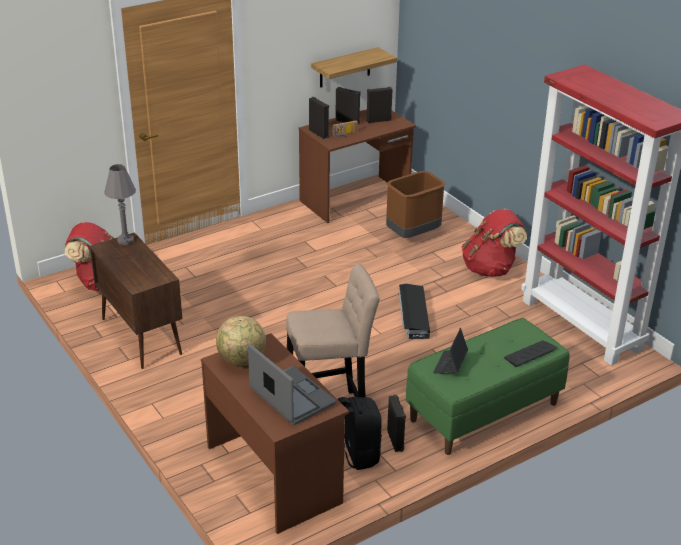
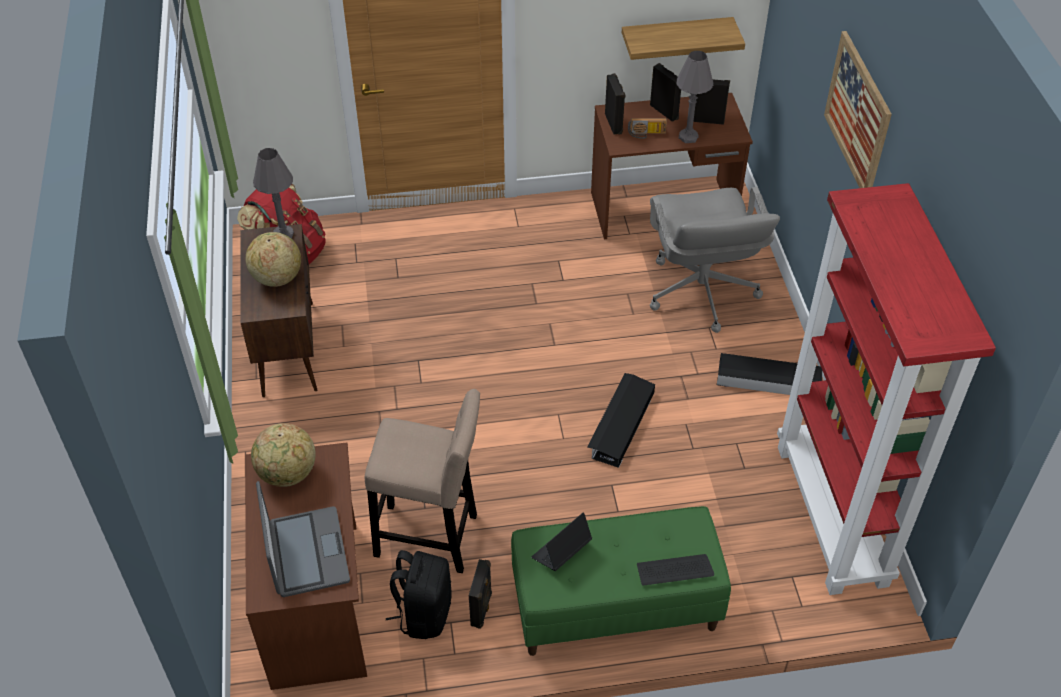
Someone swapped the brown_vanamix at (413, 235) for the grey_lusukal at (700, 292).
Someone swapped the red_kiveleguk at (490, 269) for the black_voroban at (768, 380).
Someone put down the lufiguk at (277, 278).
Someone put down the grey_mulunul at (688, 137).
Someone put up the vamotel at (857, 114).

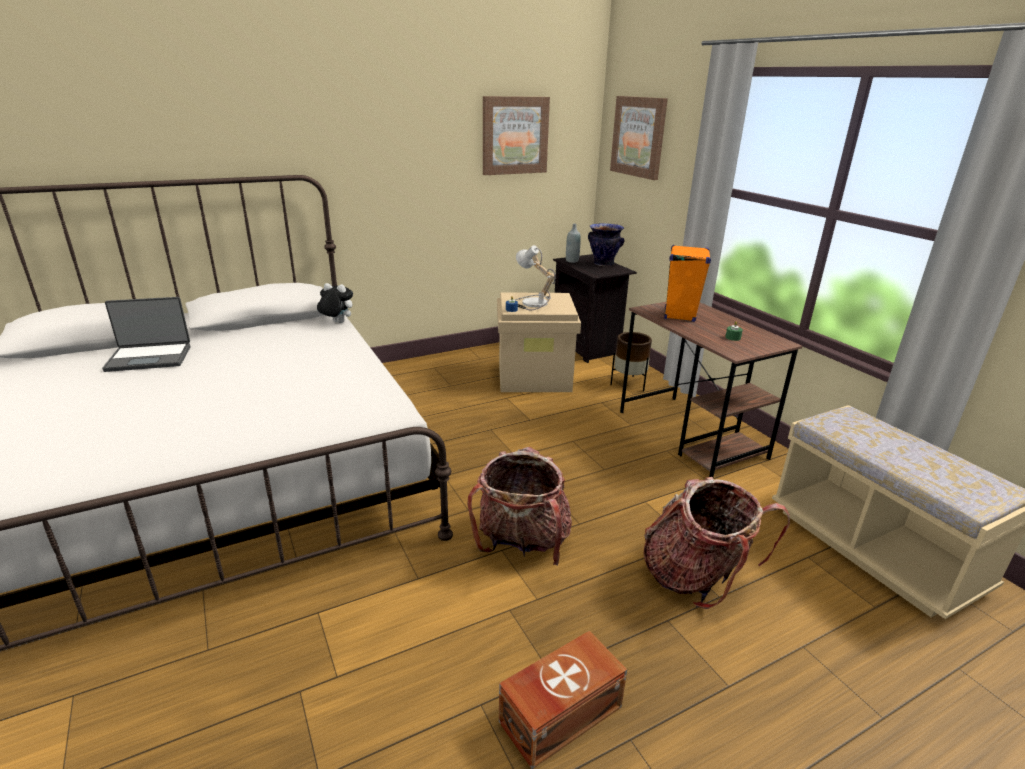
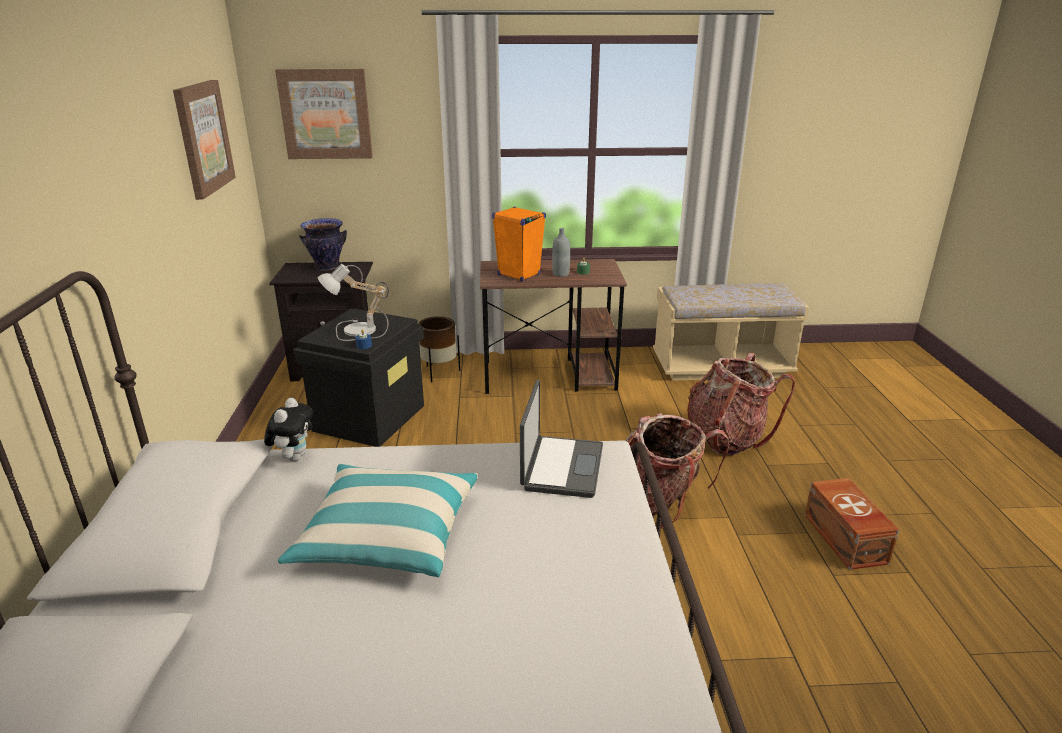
Someone carried the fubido from (150, 358) to (561, 467).
Someone rotated the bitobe at (336, 322) by 150 degrees clockwise.
Someone repainted the beige_voroban at (535, 377), which became the black_voroban at (369, 417).
Someone carried the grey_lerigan from (572, 261) to (560, 274).
Someone put down the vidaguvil at (388, 534).

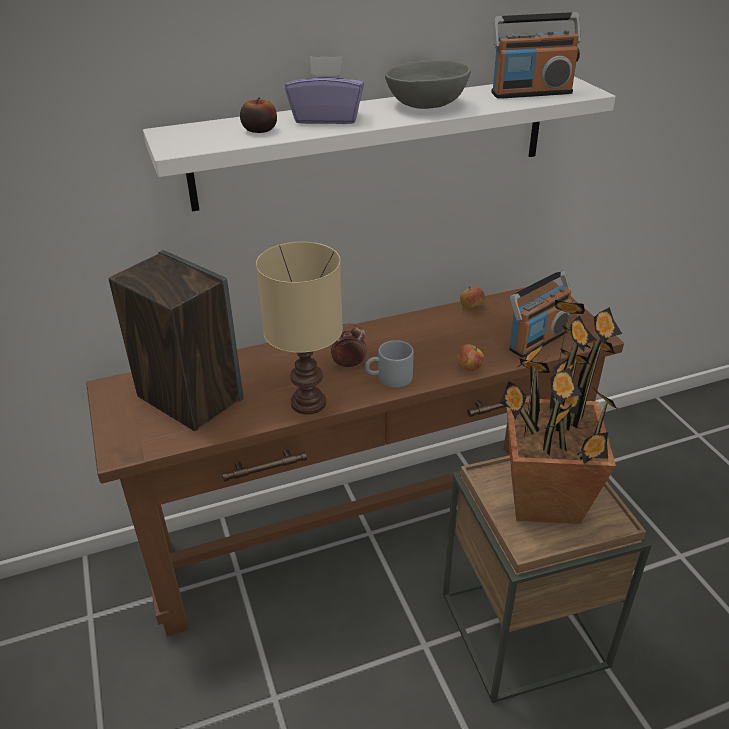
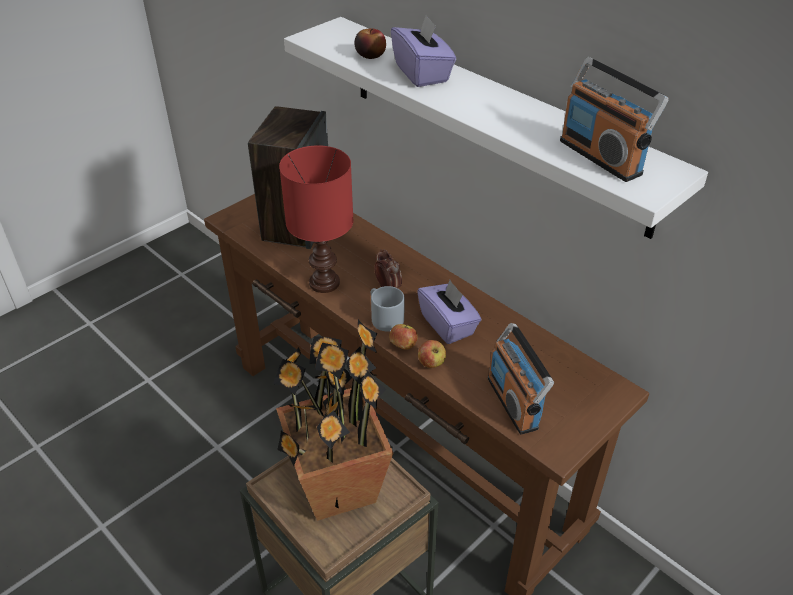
Someone repainted the beige_mulunul at (310, 403), which became the red_mulunul at (325, 283).
Someone took away the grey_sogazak at (428, 105).
Someone carried the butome from (471, 308) to (403, 345).
Someone rotated the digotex at (537, 340) by 45 degrees clockwise.
Someone put down the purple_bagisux at (448, 325).

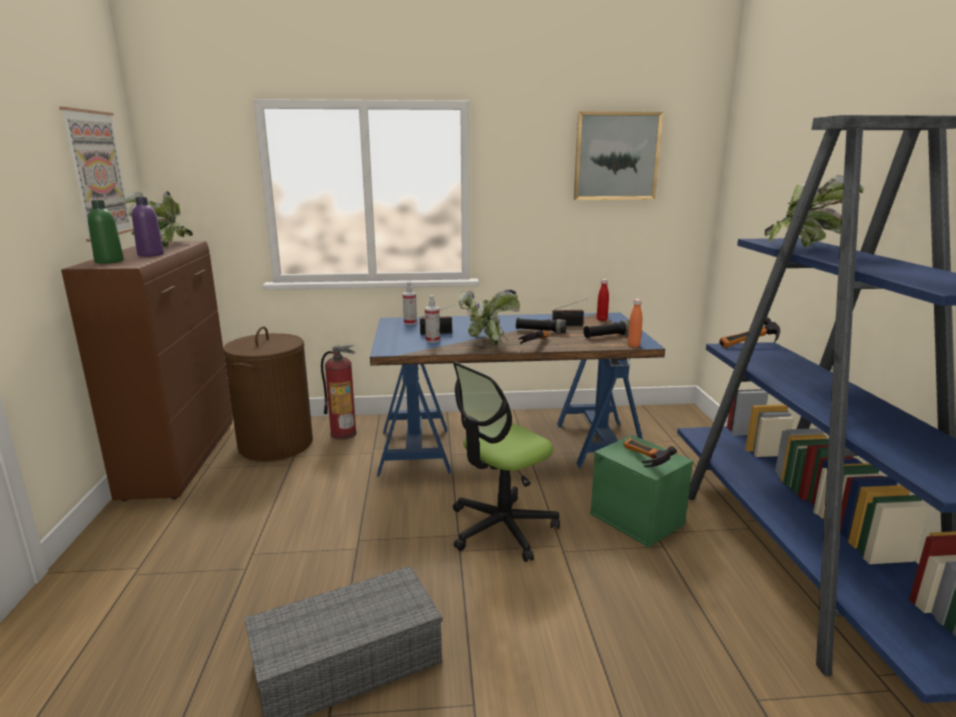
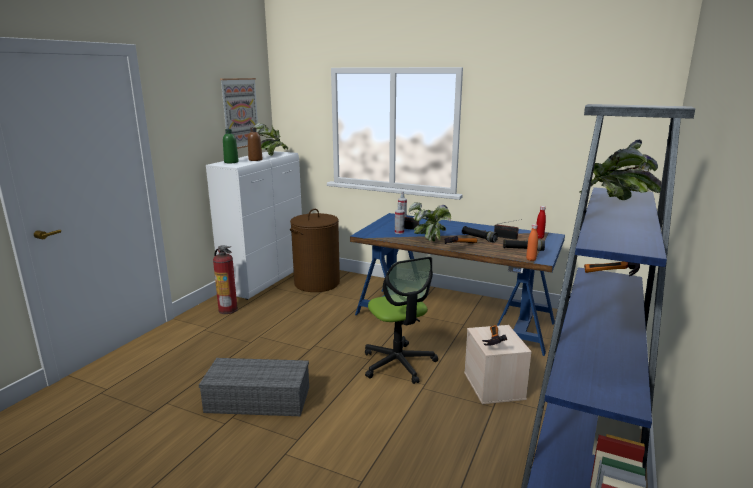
Someone repainted the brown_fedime at (181, 459), which became the white_fedime at (265, 280).
Someone repainted the purple_lerigan at (151, 255), which became the brown_lerigan at (255, 160).
Someone carried the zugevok from (344, 433) to (228, 310).
Someone rotated the lusukal at (501, 528) by 105 degrees counterclockwise.
Someone took away the vamotel at (616, 156).
Someone repainted the green_voroban at (638, 519), which became the beige_voroban at (495, 386).

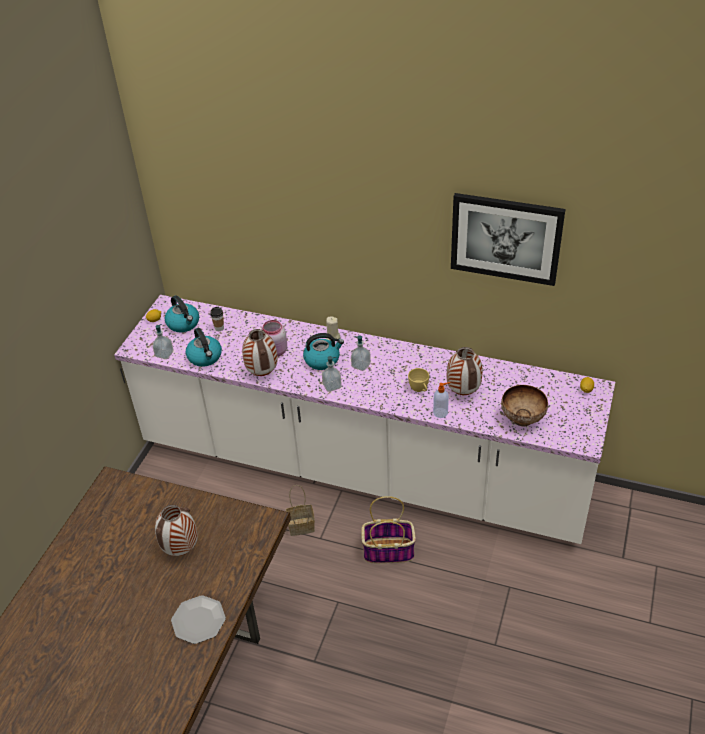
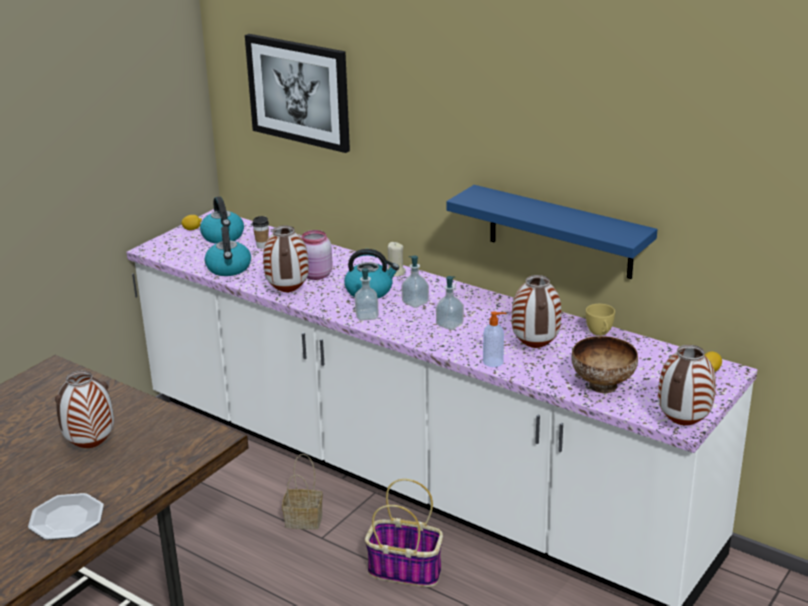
Someone carried the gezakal from (164, 354) to (449, 324).
Someone carried the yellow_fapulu from (419, 389) to (600, 333).
Someone carried the vamotel from (506, 238) to (299, 91).
Someone put up the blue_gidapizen at (560, 232).
Someone put down the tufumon at (682, 423).

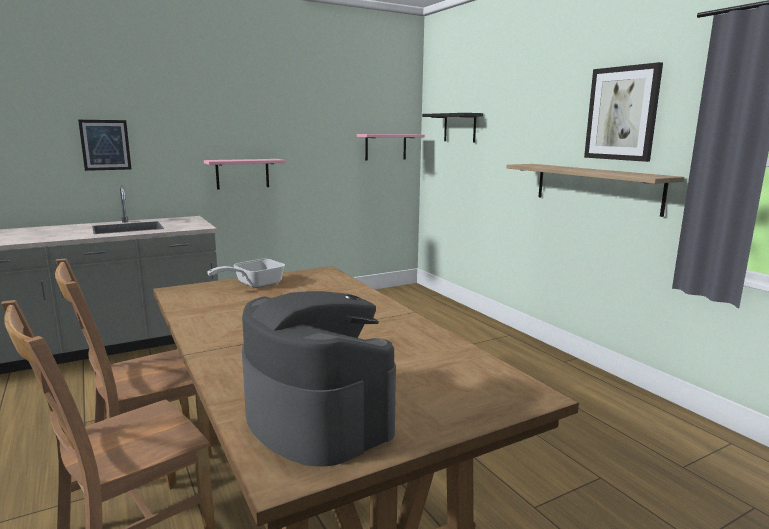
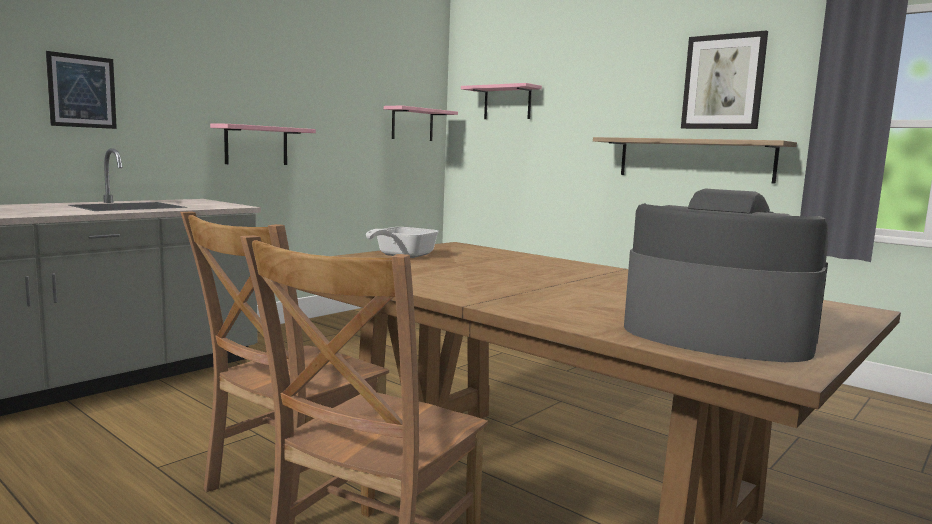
Someone repainted the black_gidapizen at (460, 127), which became the pink_gidapizen at (507, 103).

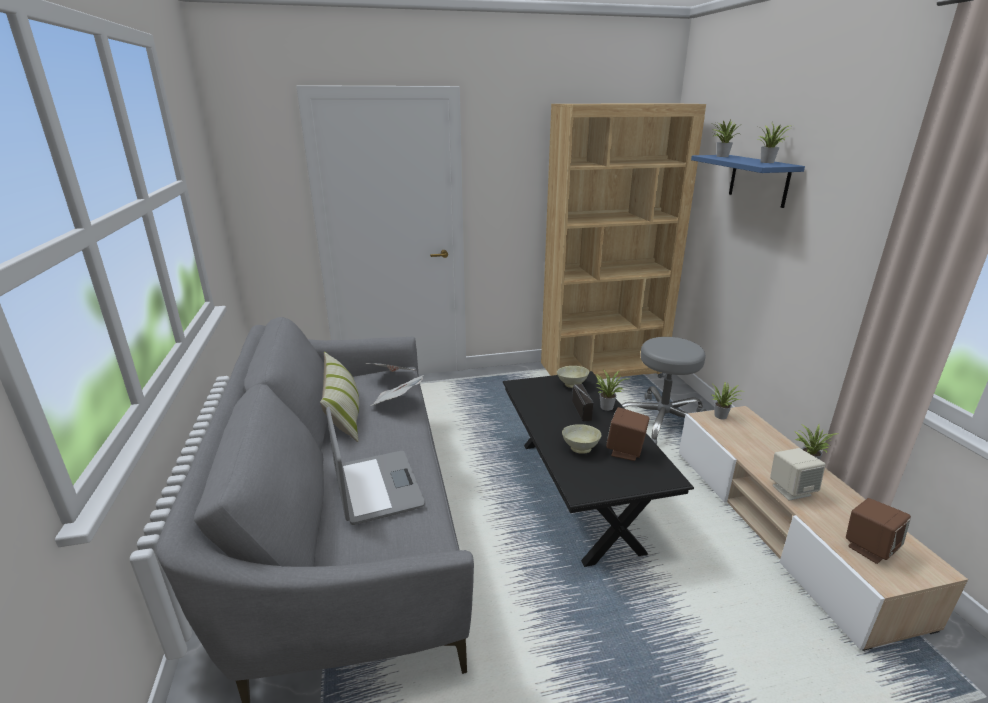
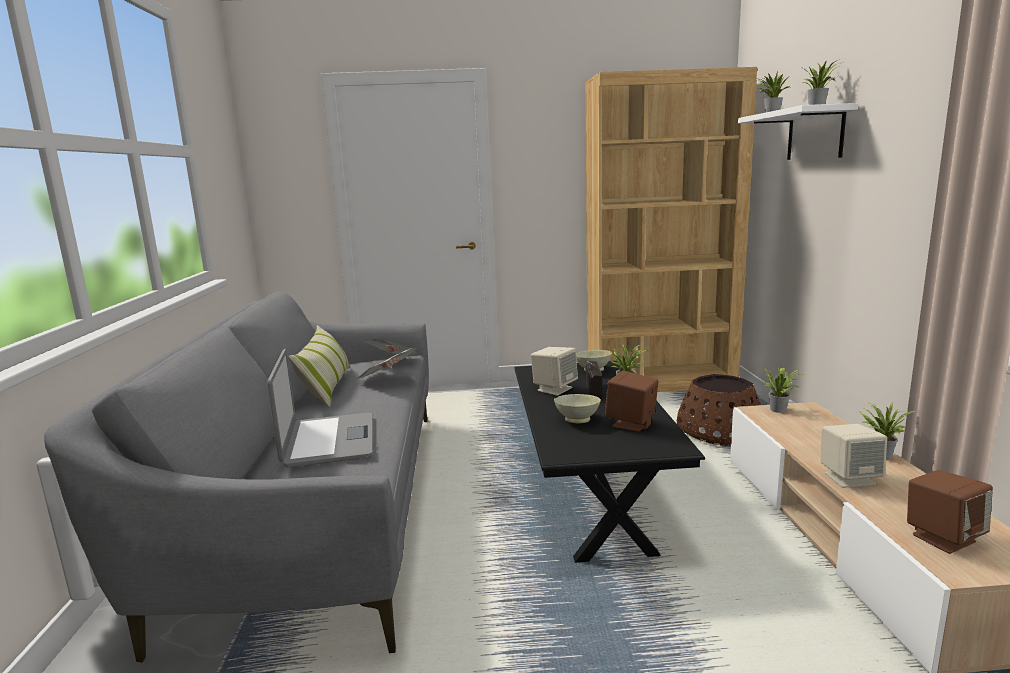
Someone swapped the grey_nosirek at (662, 423) for the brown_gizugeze at (719, 433).
Someone repainted the blue_gidapizen at (759, 180), which became the white_gidapizen at (815, 134).
Someone put down the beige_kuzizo at (554, 389).

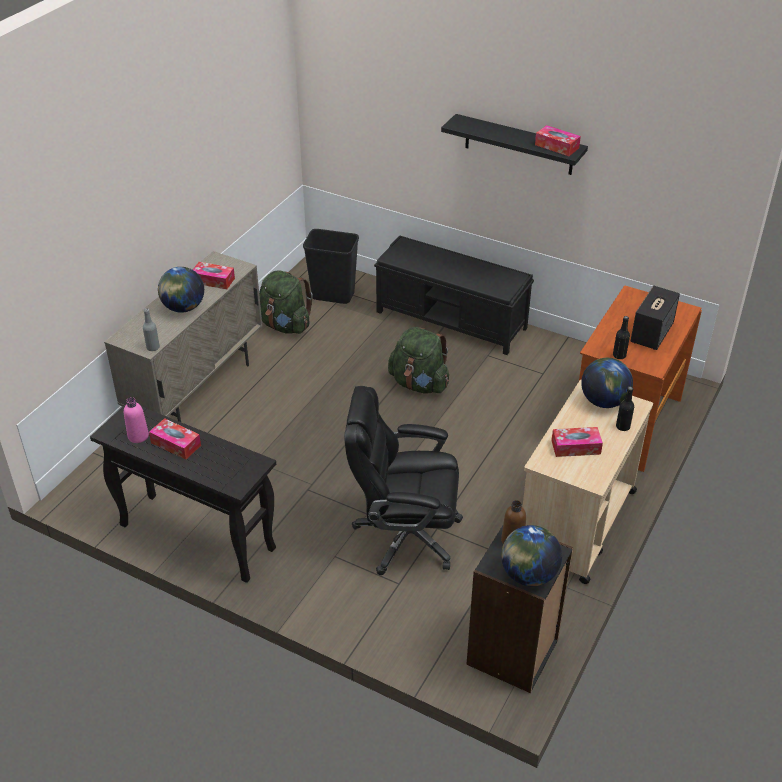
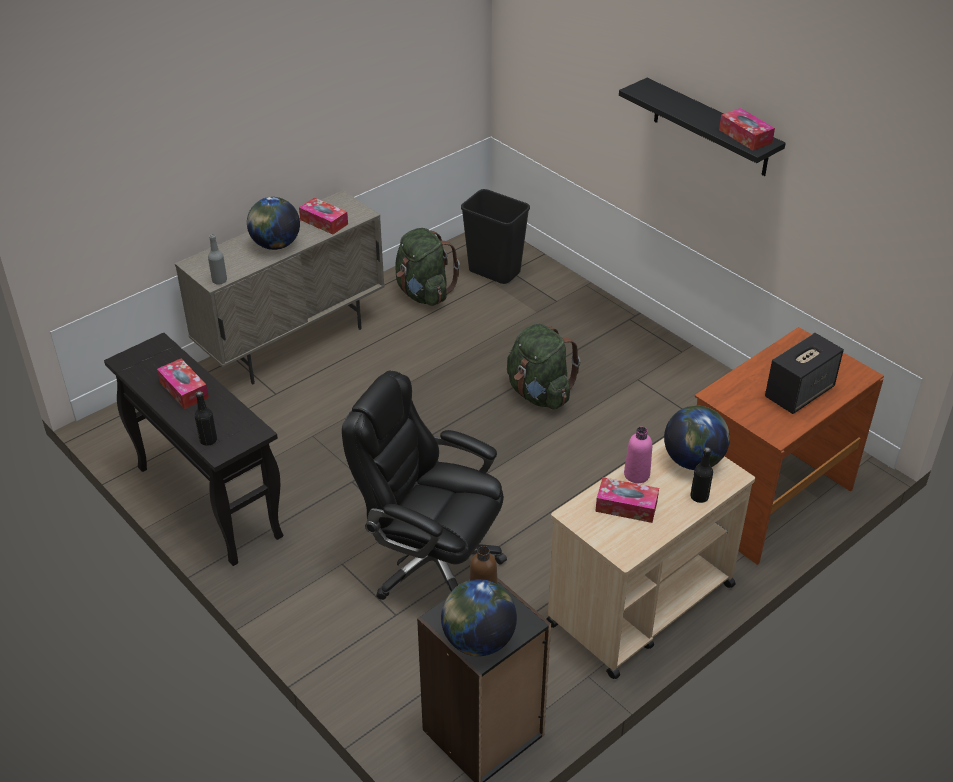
Someone carried the pink_lerigan from (138, 436) to (636, 474).
Someone took away the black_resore at (452, 320).
Someone carried the black_lerigan from (619, 356) to (208, 440).

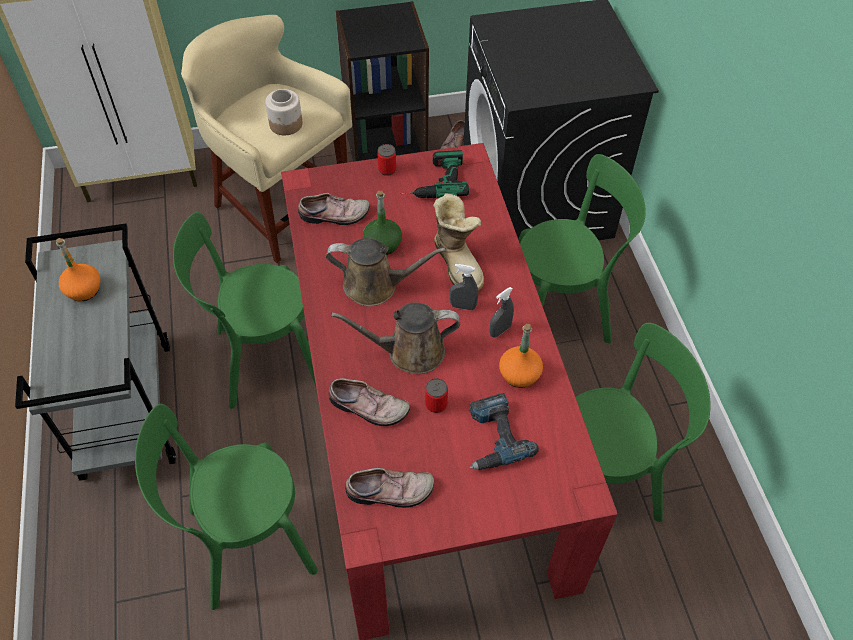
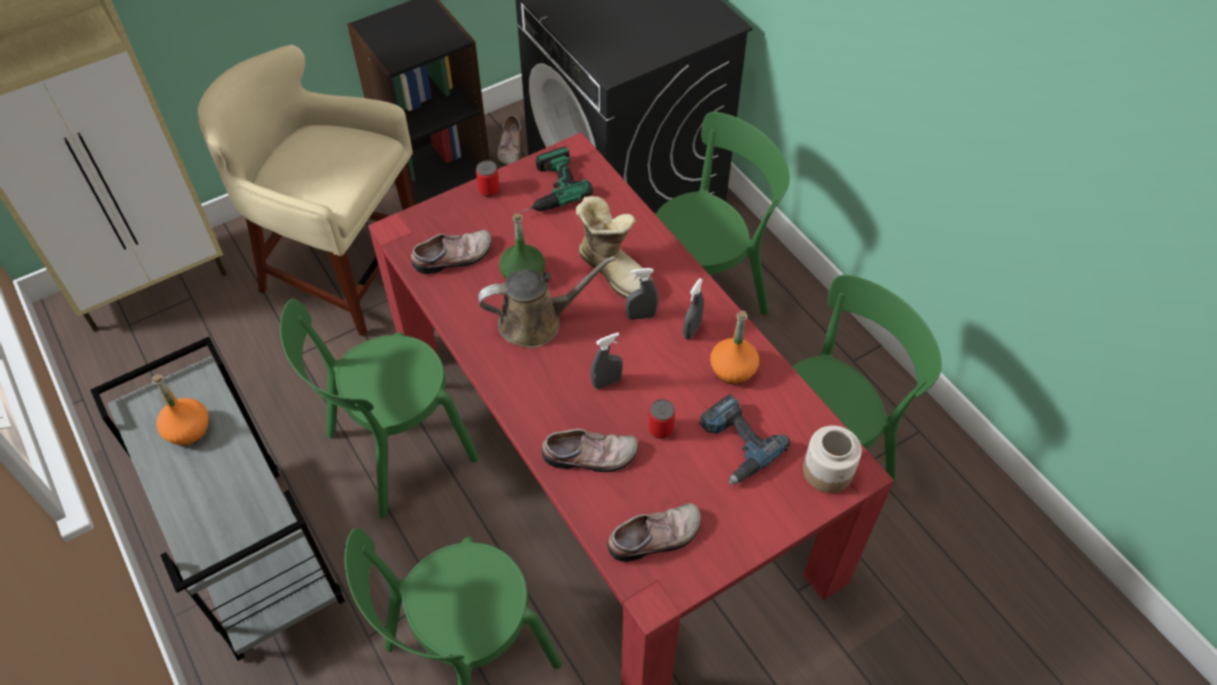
Someone carried the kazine from (286, 124) to (828, 471).
Someone swapped the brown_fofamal at (409, 352) for the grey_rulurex at (606, 382).

